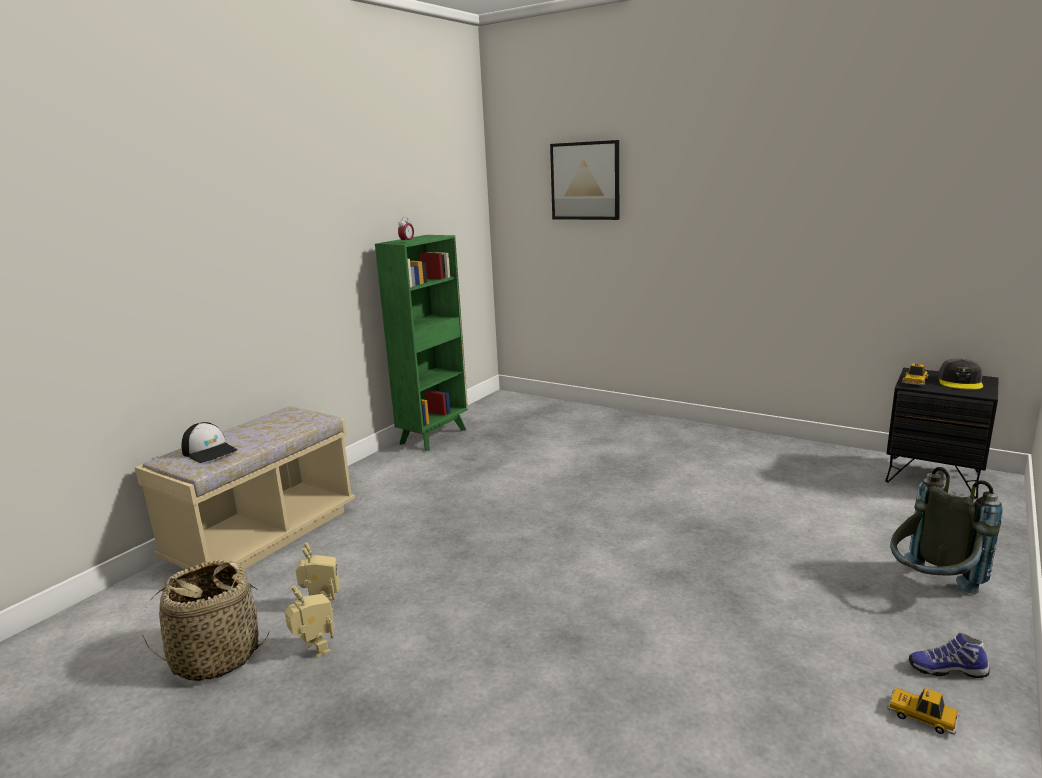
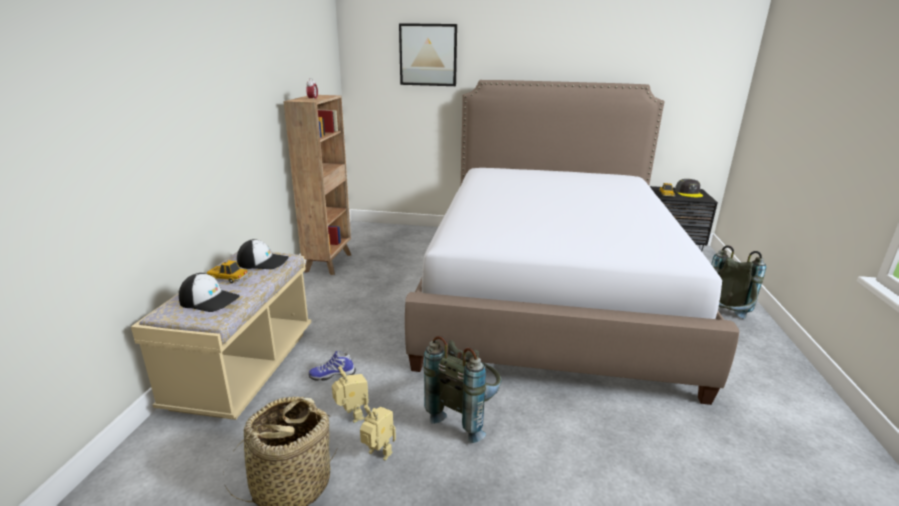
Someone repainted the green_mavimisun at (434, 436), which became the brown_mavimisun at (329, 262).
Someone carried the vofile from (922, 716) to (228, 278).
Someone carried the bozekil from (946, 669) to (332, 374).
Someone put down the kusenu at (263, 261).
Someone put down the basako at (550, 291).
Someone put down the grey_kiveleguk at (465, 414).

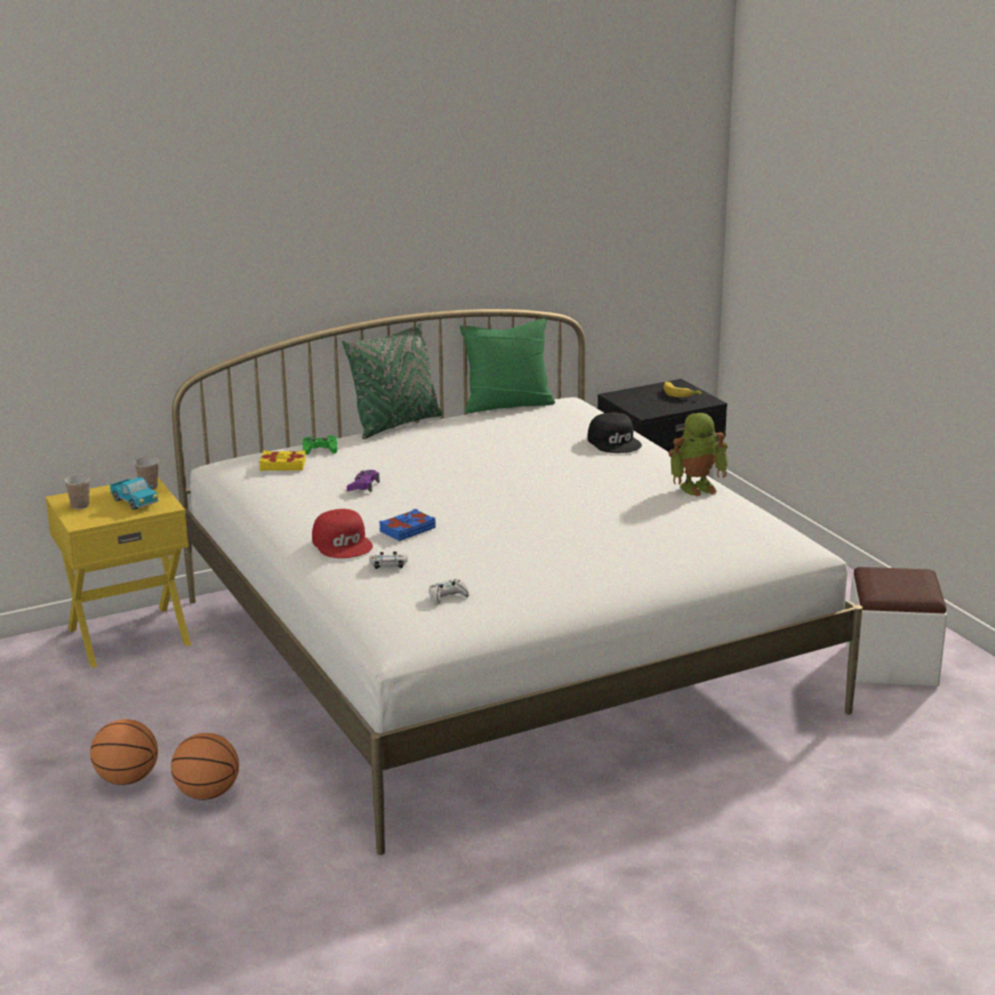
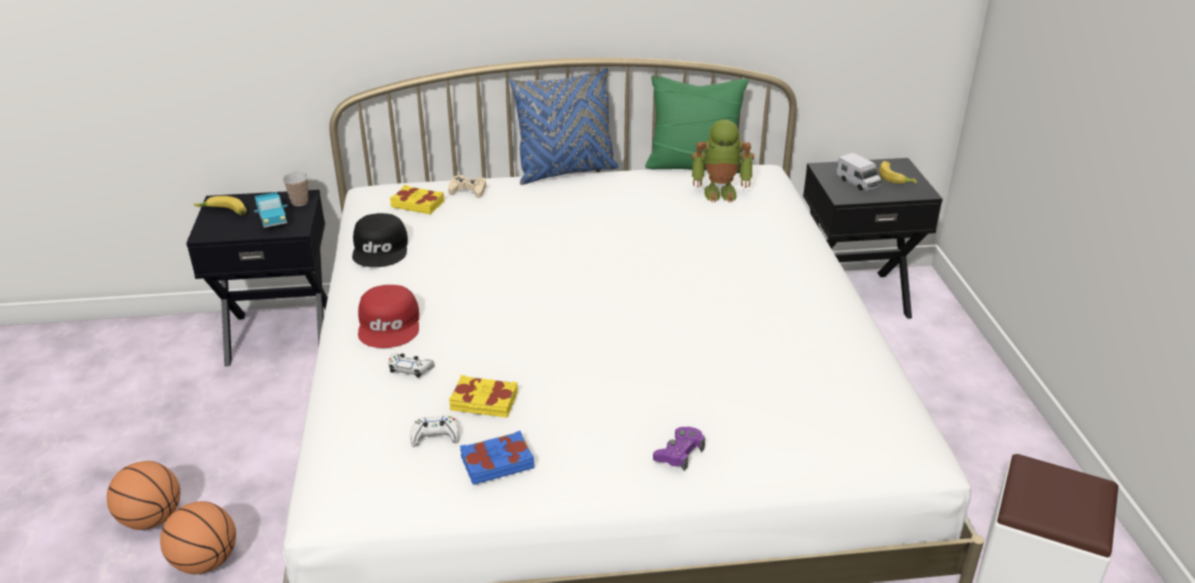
Someone repainted the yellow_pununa at (128, 635), which became the black_pununa at (281, 335).
Someone swapped the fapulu at (80, 506) for the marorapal at (223, 213).
Someone repainted the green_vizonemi at (320, 449), which became the beige_vizonemi at (468, 191).
Someone repainted the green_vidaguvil at (395, 424), which became the blue_vidaguvil at (566, 171).
Someone carried the purple_vizonemi from (363, 486) to (679, 453).
Someone carried the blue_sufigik from (407, 529) to (497, 462).
Someone carried the black_kusenu from (615, 442) to (381, 249).
Someone carried the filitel from (697, 487) to (720, 192).
Someone put down the yellow_sufigik at (484, 402).
Someone put down the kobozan at (857, 182).

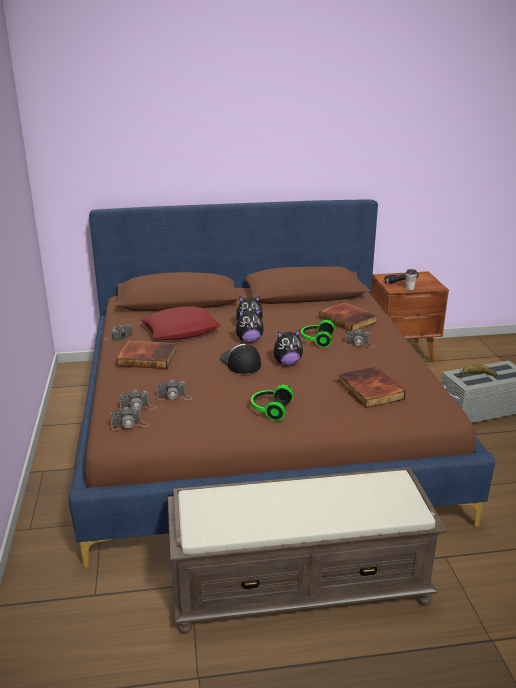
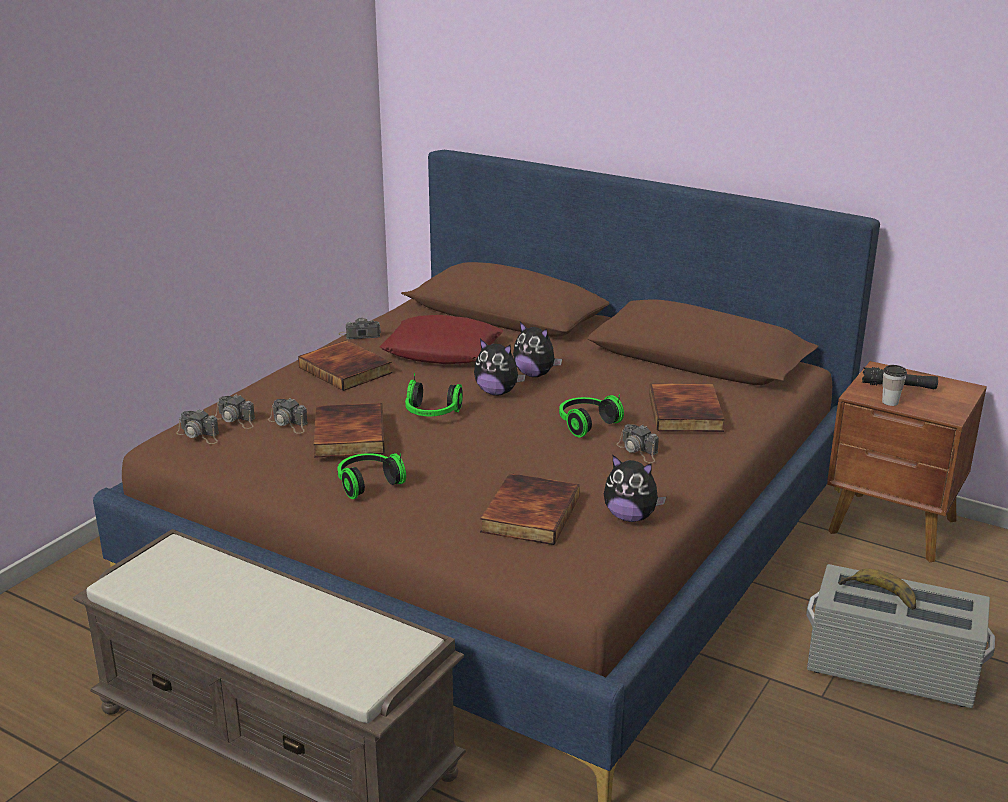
Someone swapped the kusenu at (240, 362) for the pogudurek at (431, 414).
Someone carried the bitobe from (287, 363) to (630, 517).
Someone put down the sufigik at (347, 435).

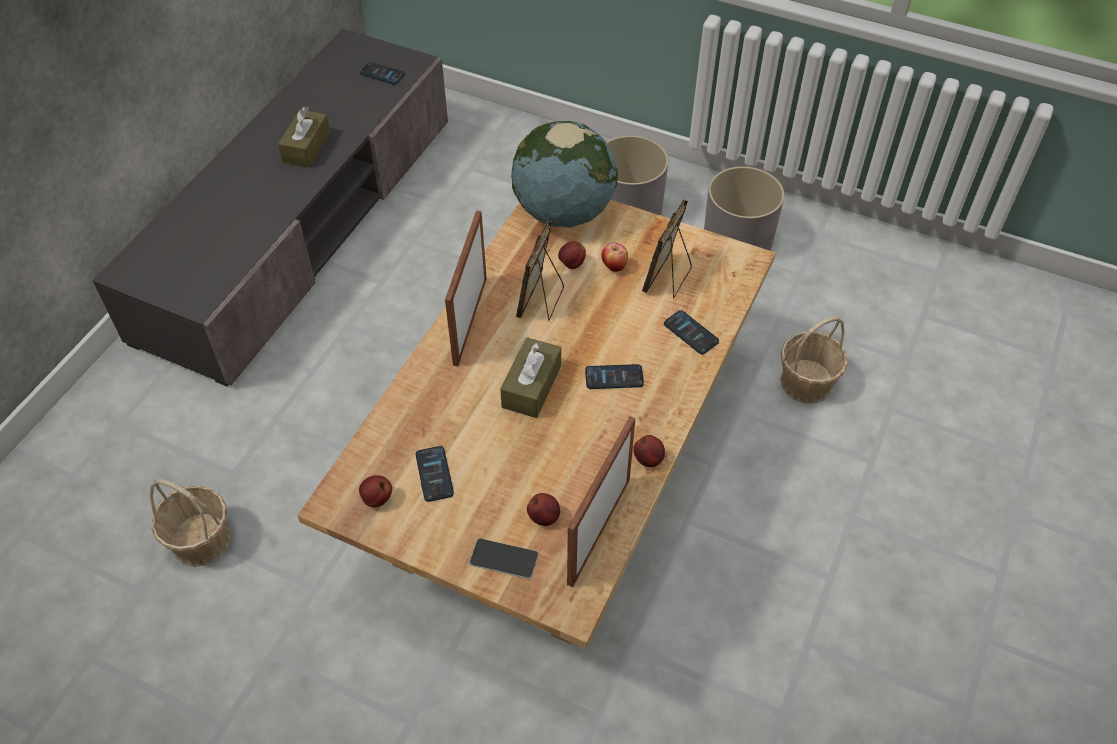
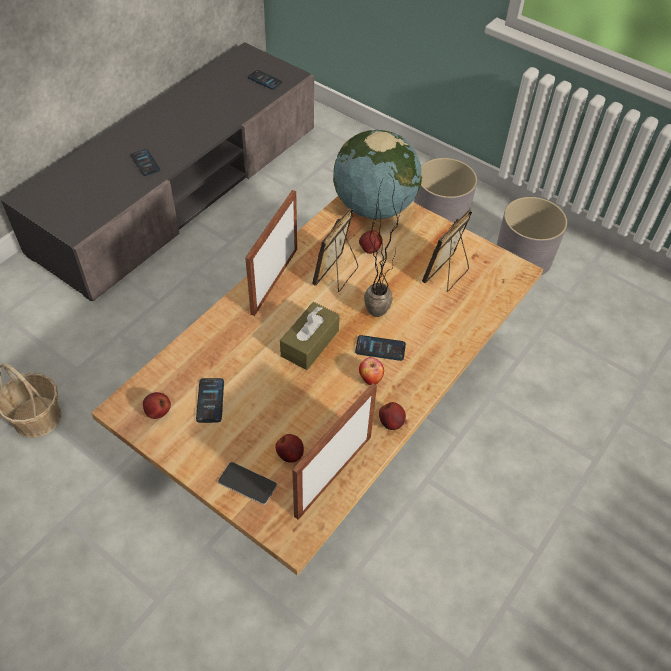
Someone took away the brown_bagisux at (306, 147).
Someone carried the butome from (614, 267) to (370, 379).
Someone carried the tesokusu from (691, 333) to (145, 163).
Someone took away the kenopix at (807, 382).
Someone put down the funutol at (379, 306).

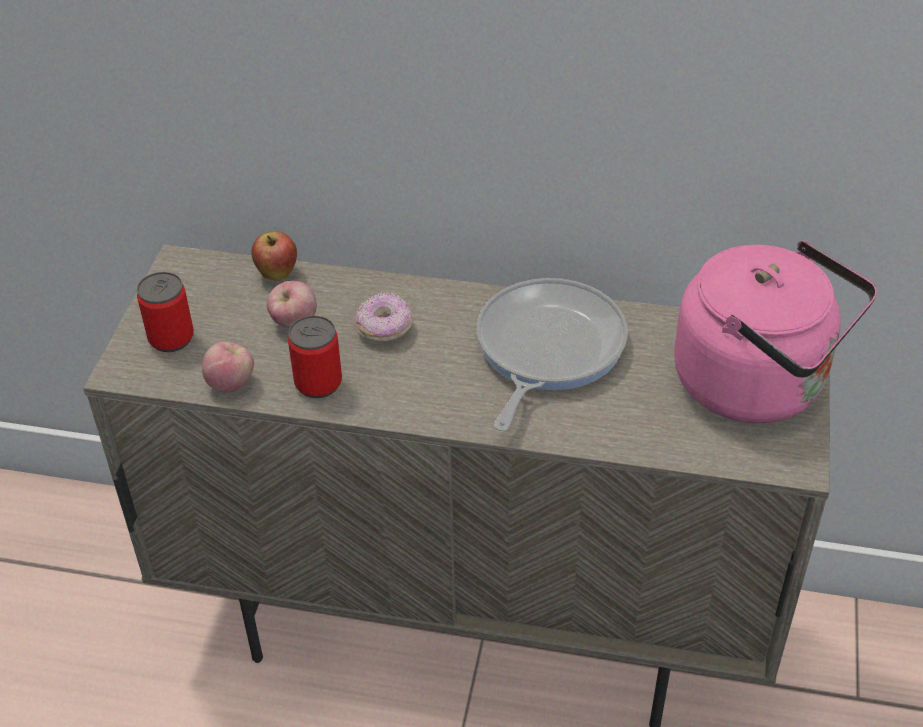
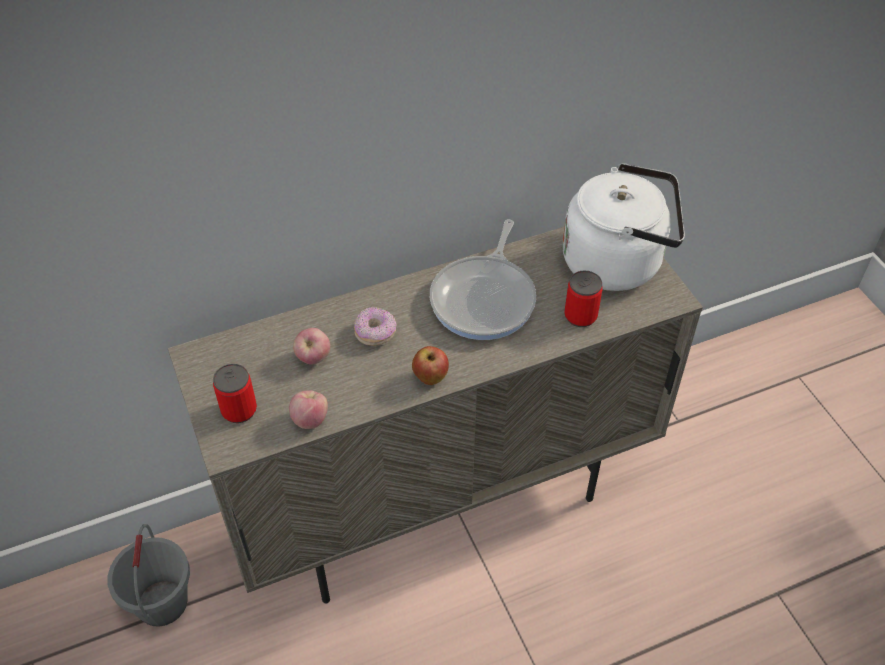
Someone carried the butome from (277, 275) to (430, 378).
Someone carried the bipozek from (318, 383) to (580, 316).
Someone rotated the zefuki at (546, 349) by 150 degrees counterclockwise.
Someone repainted the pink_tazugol at (758, 385), which became the white_tazugol at (618, 262).
Someone put down the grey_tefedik at (161, 602).

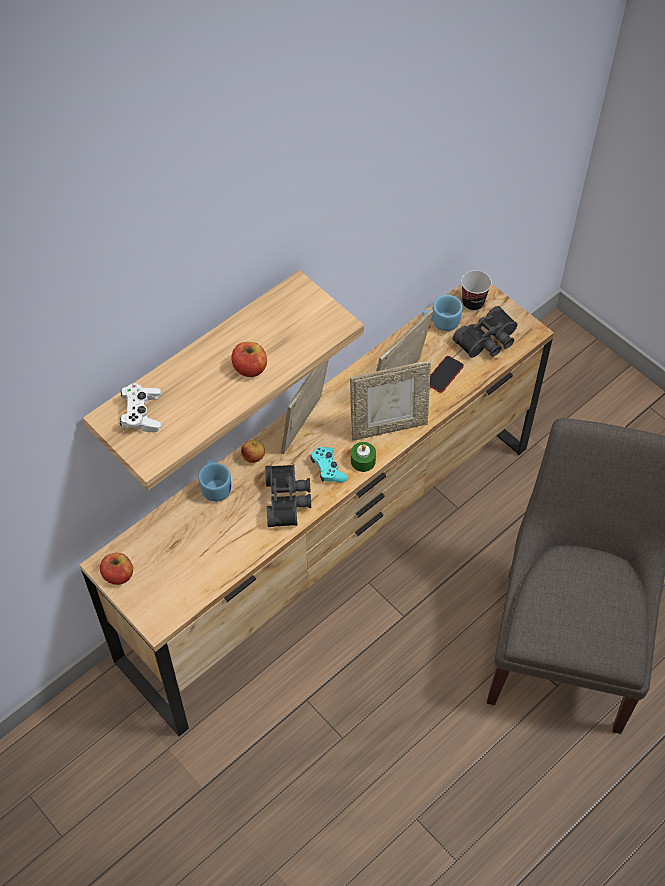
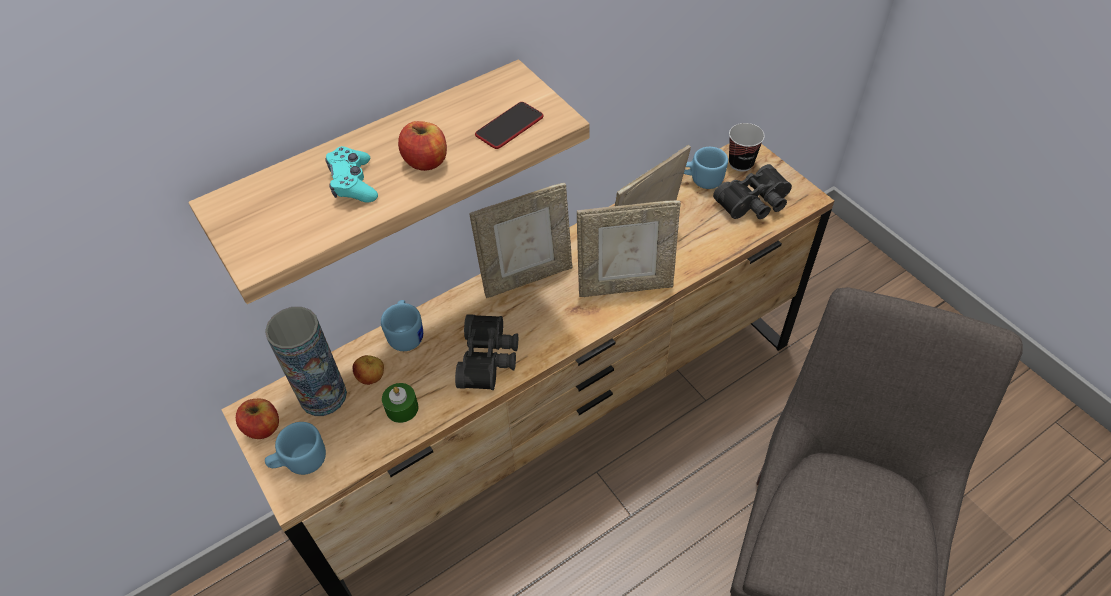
Someone took away the white_vizonemi at (142, 414).
Someone carried the butome from (254, 457) to (372, 378).
Someone rotated the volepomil at (305, 427) by 150 degrees counterclockwise.
Someone carried the turquoise_vizonemi from (328, 469) to (353, 183).
Someone carried the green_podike from (363, 461) to (402, 408).
Someone carried the tesokusu from (444, 374) to (509, 126).
Someone put down the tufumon at (323, 396).
Someone put down the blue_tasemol at (300, 461).

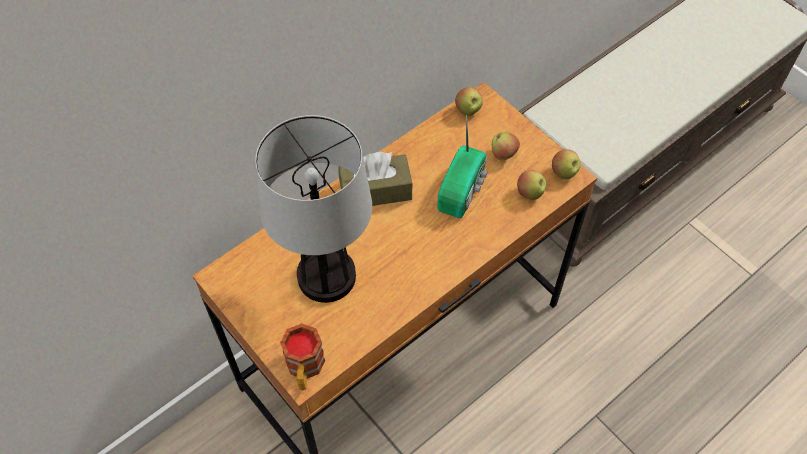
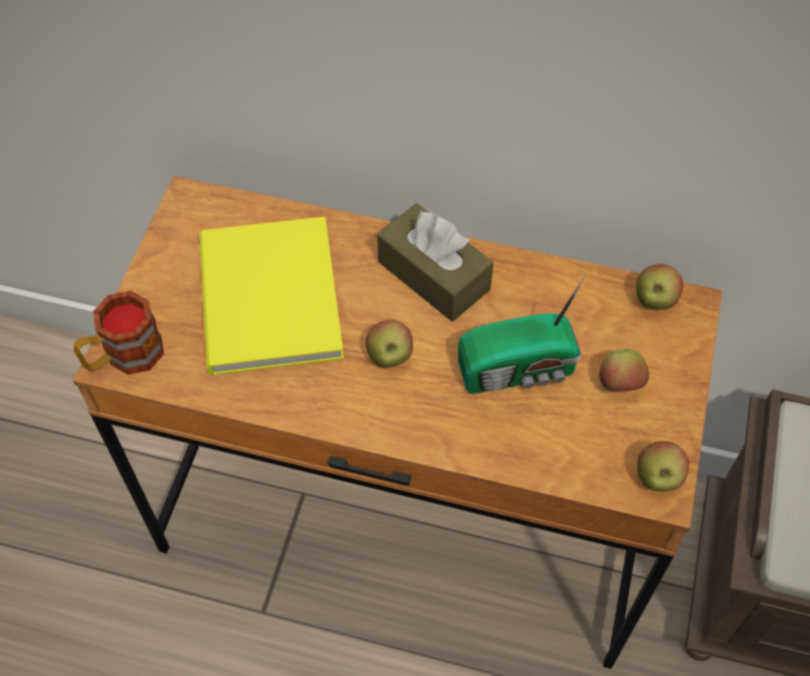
Someone swapped the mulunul at (327, 278) for the yellow_sufigik at (266, 302).
Someone carried the butome from (529, 193) to (389, 357).

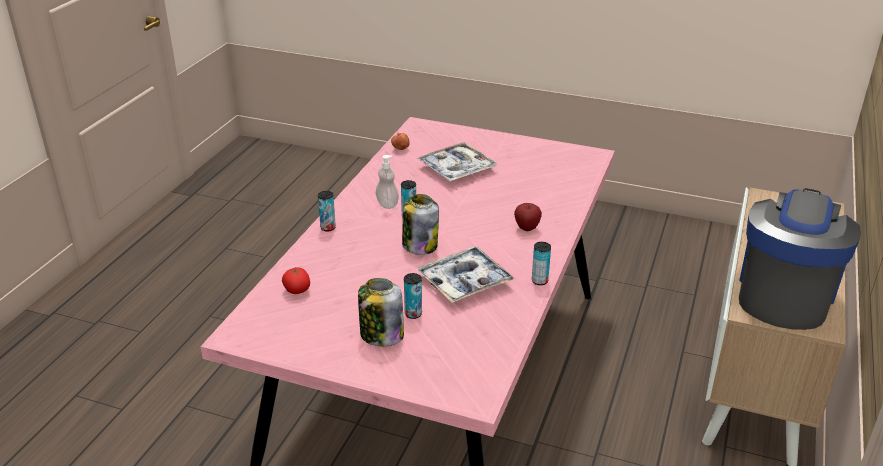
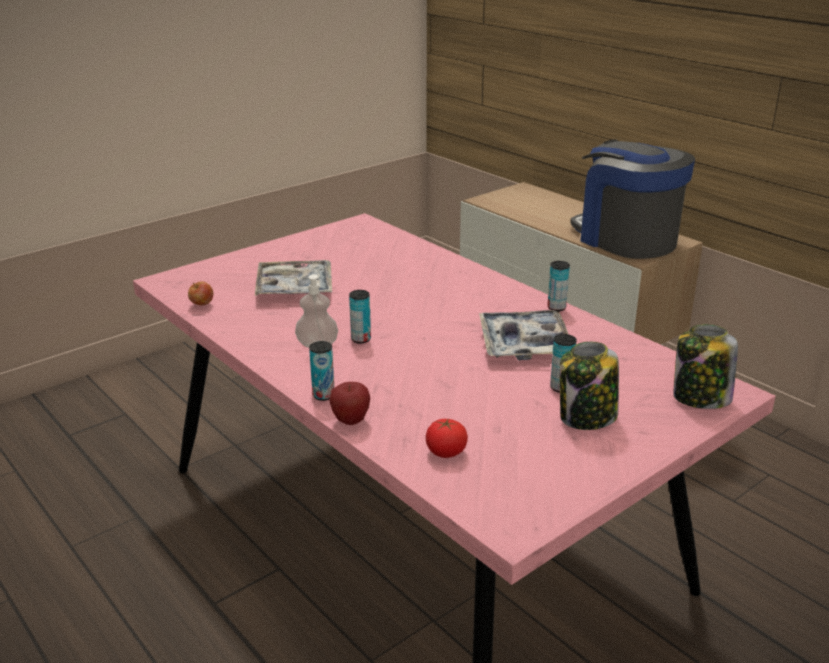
Someone carried the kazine from (419, 245) to (700, 398).
Someone carried the butome from (527, 228) to (351, 421).

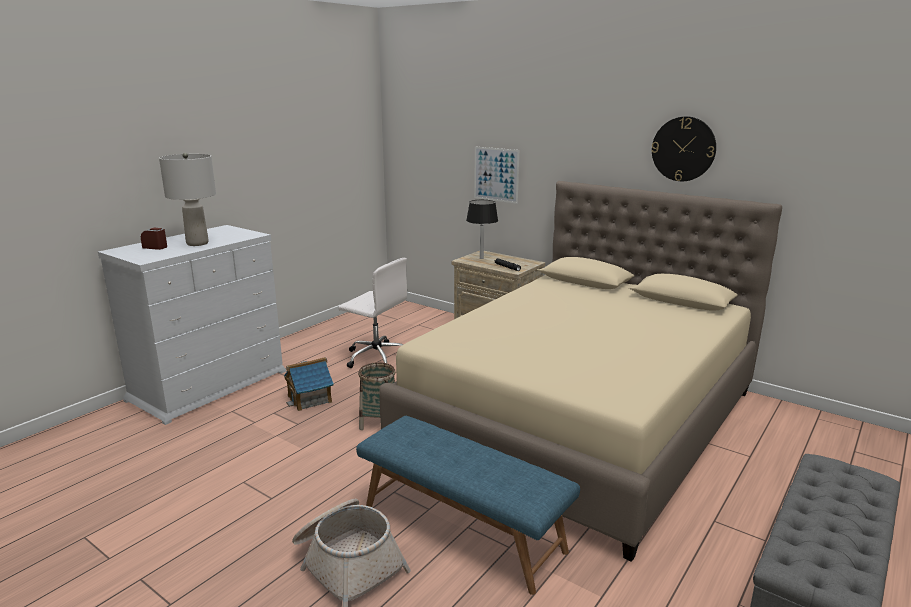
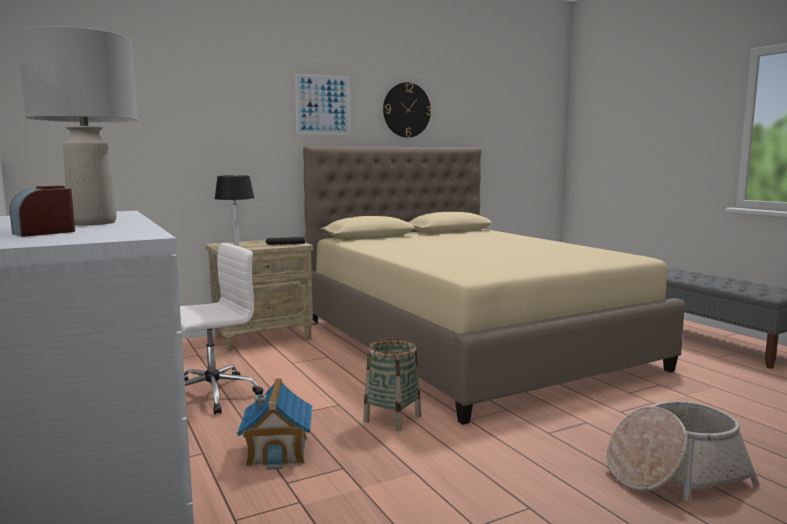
Someone took away the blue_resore at (463, 527).
Someone carried the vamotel from (496, 174) to (323, 105).

